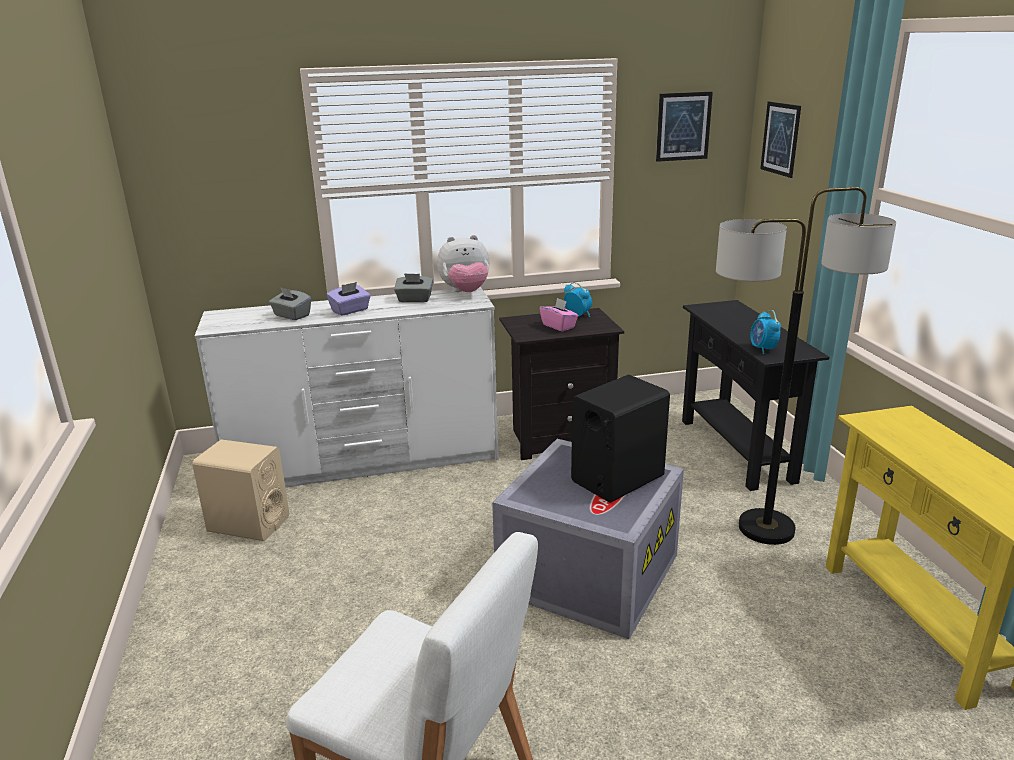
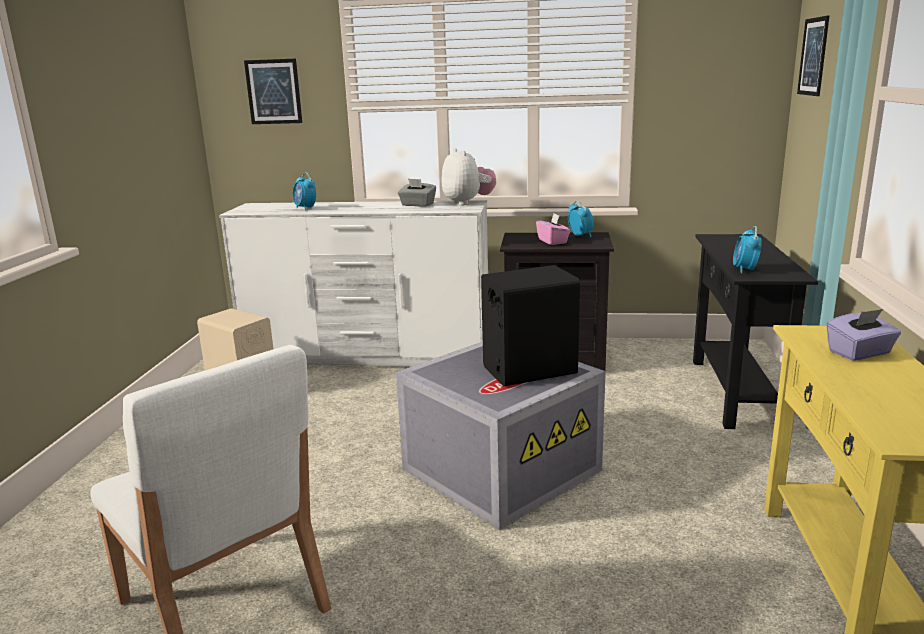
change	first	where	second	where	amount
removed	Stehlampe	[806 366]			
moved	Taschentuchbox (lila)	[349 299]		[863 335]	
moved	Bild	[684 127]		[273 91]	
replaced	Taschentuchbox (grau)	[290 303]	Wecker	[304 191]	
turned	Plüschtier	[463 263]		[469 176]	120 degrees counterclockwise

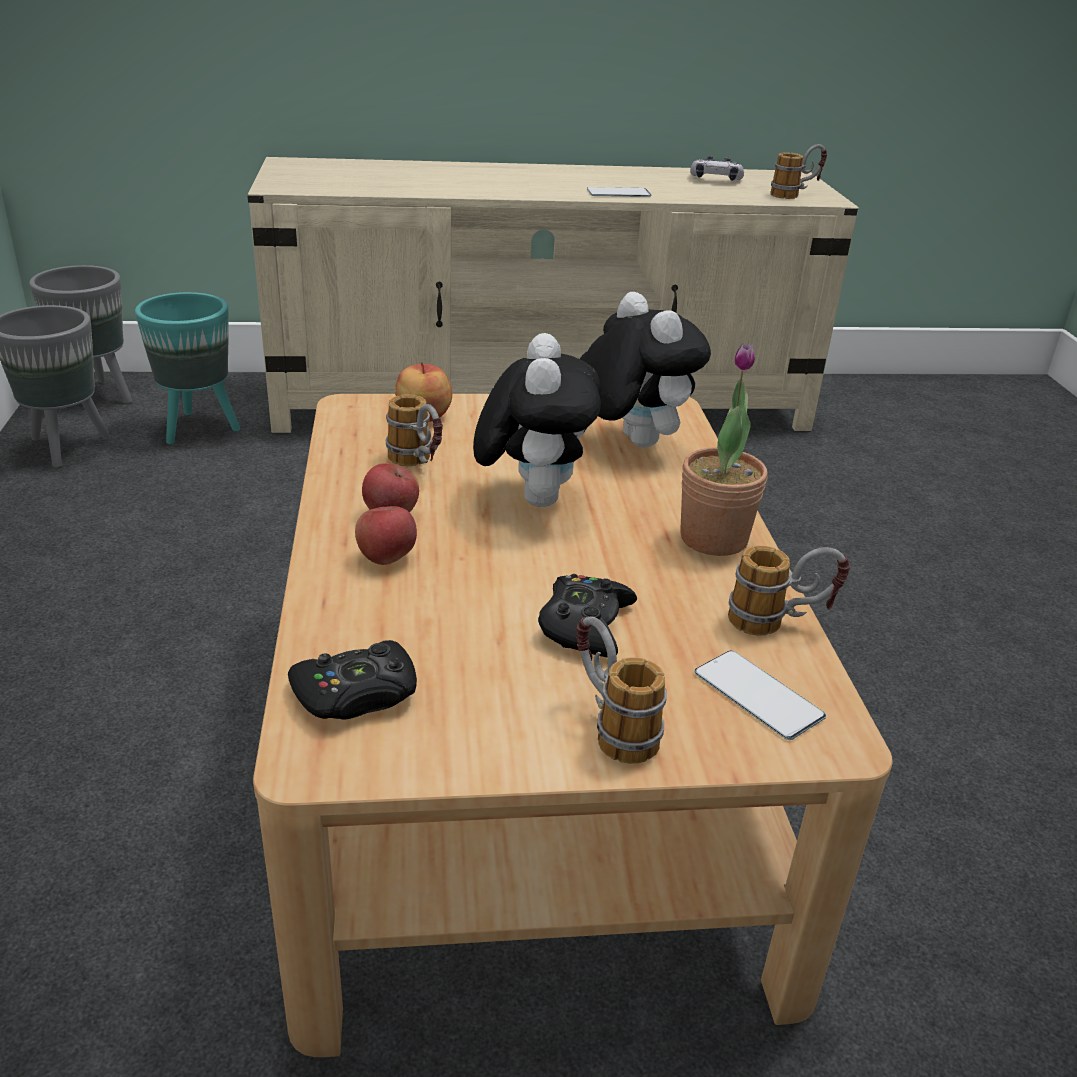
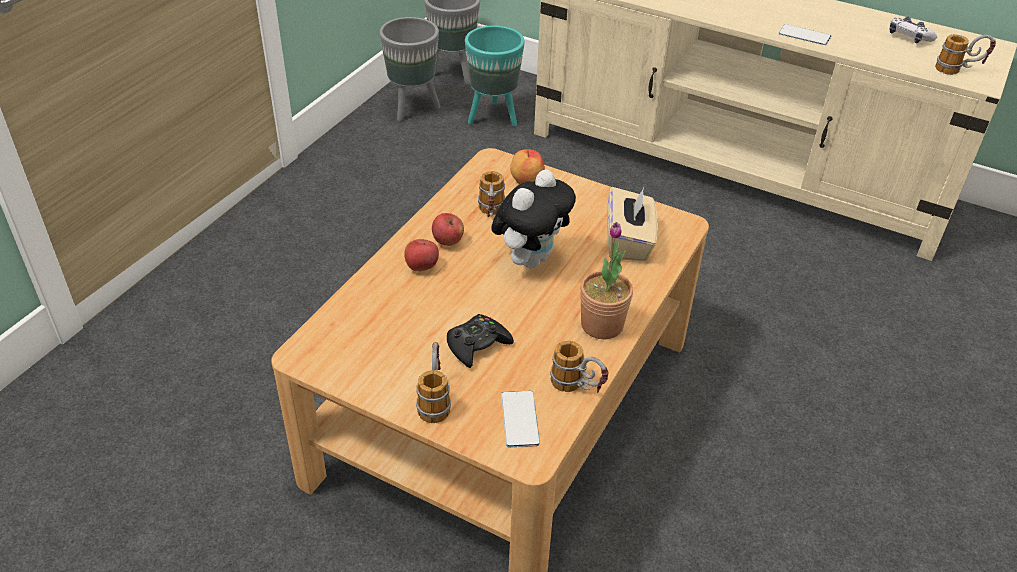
change	first	where	second	where	amount
removed	Gamepad (schwarz)	[352 679]			
replaced	Plüschtier	[645 369]	Taschentuchbox (beige)	[632 224]	

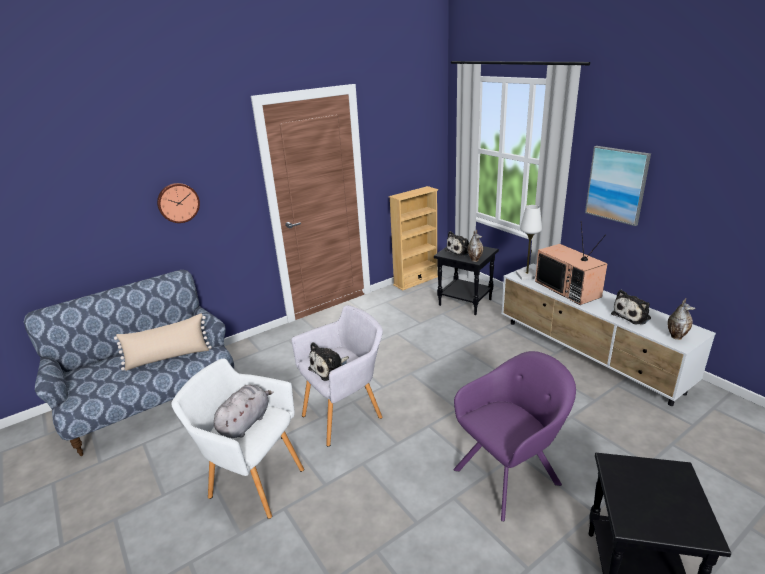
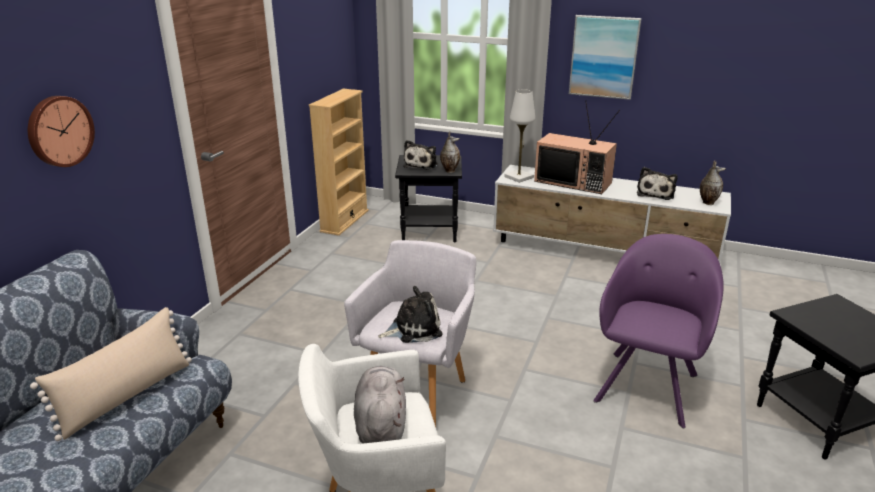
change	first	where	second	where	amount
turned	Plüschtier	[328 361]		[410 314]	120 degrees counterclockwise

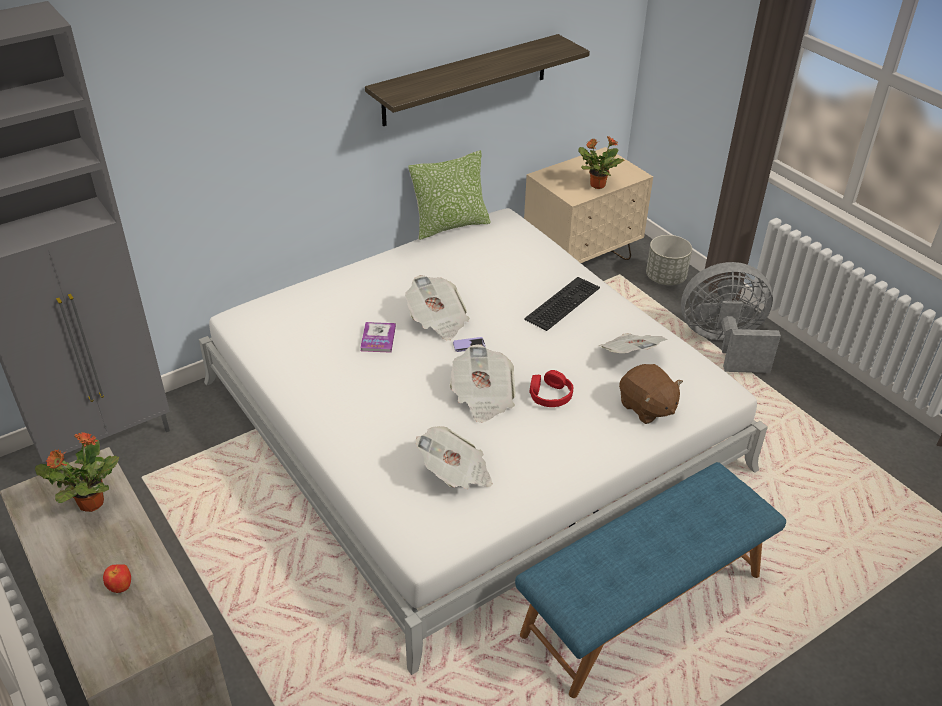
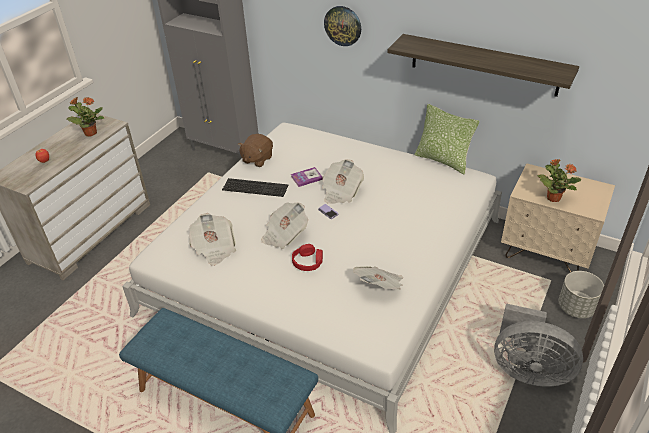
change	first	where	second	where	amount
added			Wanduhr	[342 26]	
moved	Tastatur	[562 304]		[255 187]	
moved	Plüschtier (braun)	[651 394]		[255 150]	
turned	Ventilator (grau)	[731 317]		[538 345]	135 degrees clockwise

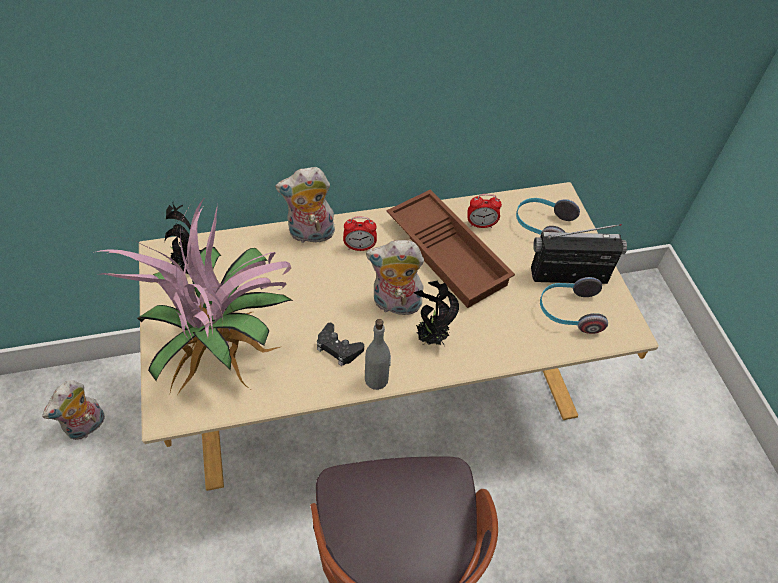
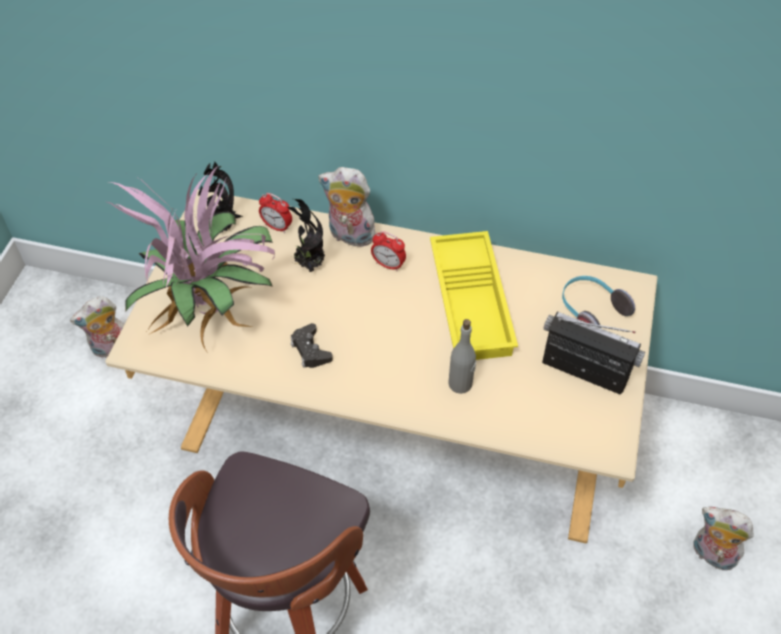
change	first	where	second	where	amount
removed	Kopfhörer	[574 305]			
moved	Flasche (grau)	[378 354]		[462 356]	
moved	Plüschtier	[395 279]		[723 538]	
moved	Topfpflanze	[436 313]		[306 235]	
moved	Wecker	[484 211]		[275 213]	
recoloured	Tablett (braun)	[451 249]	Tablett (gelb)	[474 295]	

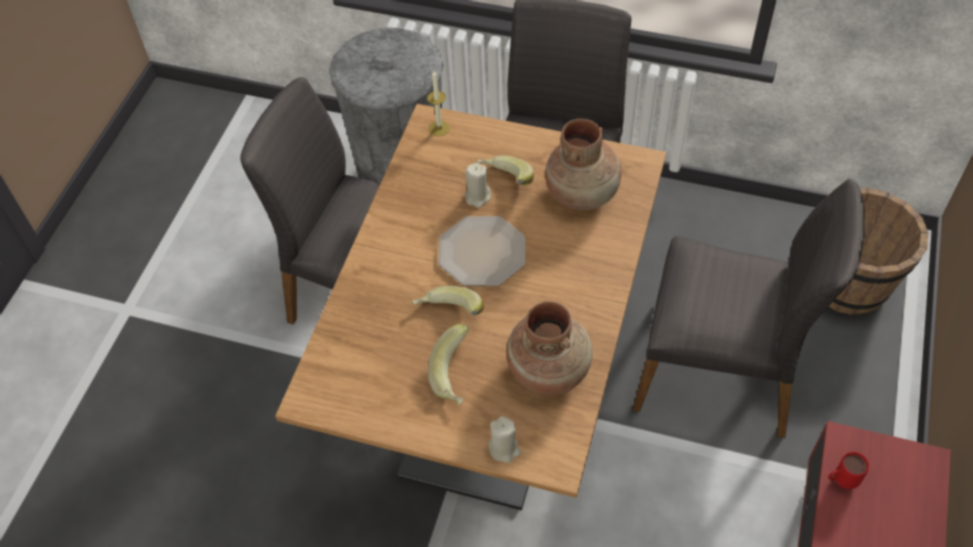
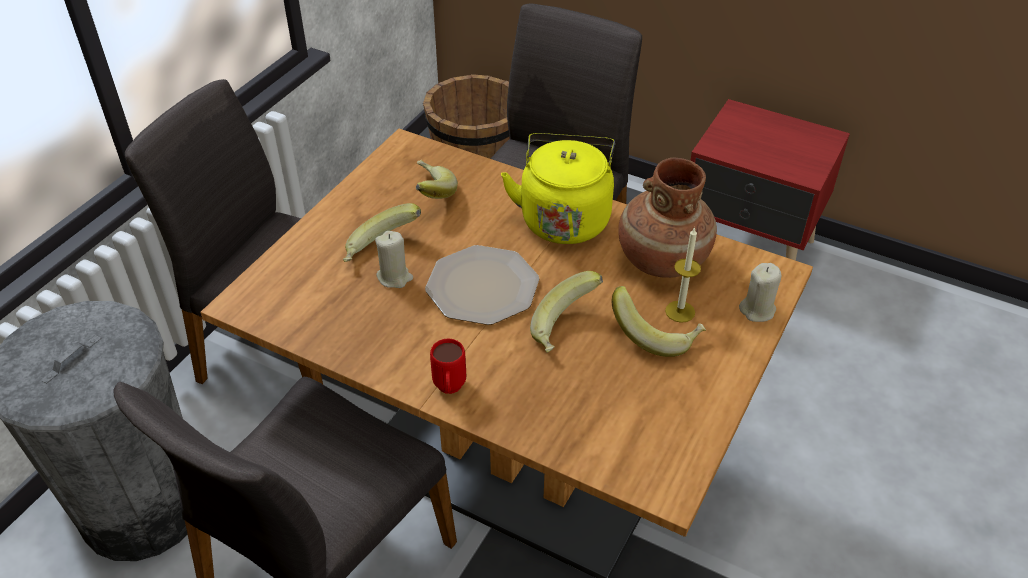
change	first	where	second	where	amount
added			Wasserkessel (gelb)	[558 188]	
moved	Kerze	[438 103]		[683 275]	
moved	Henkelbecher (rot)	[848 470]		[448 366]	
replaced	Vase (braun)	[583 165]	Banane	[437 179]	

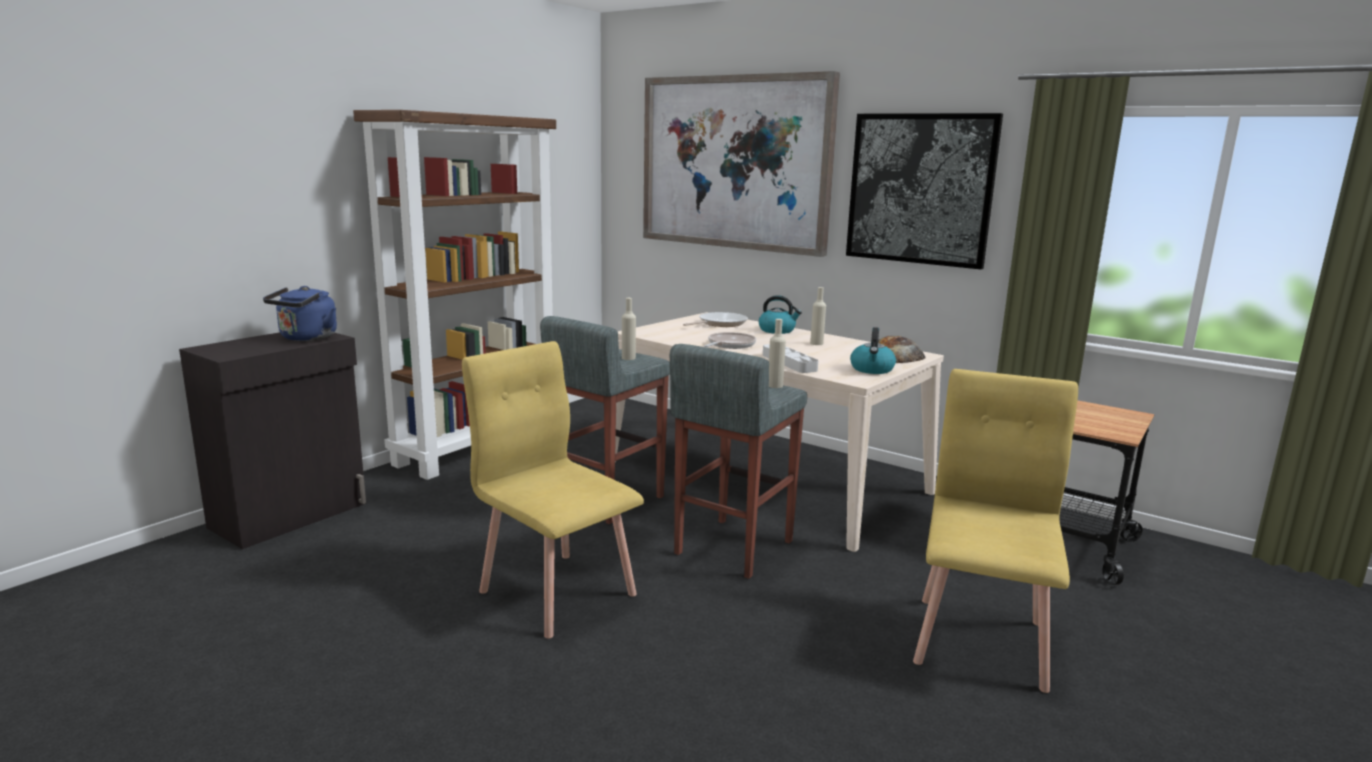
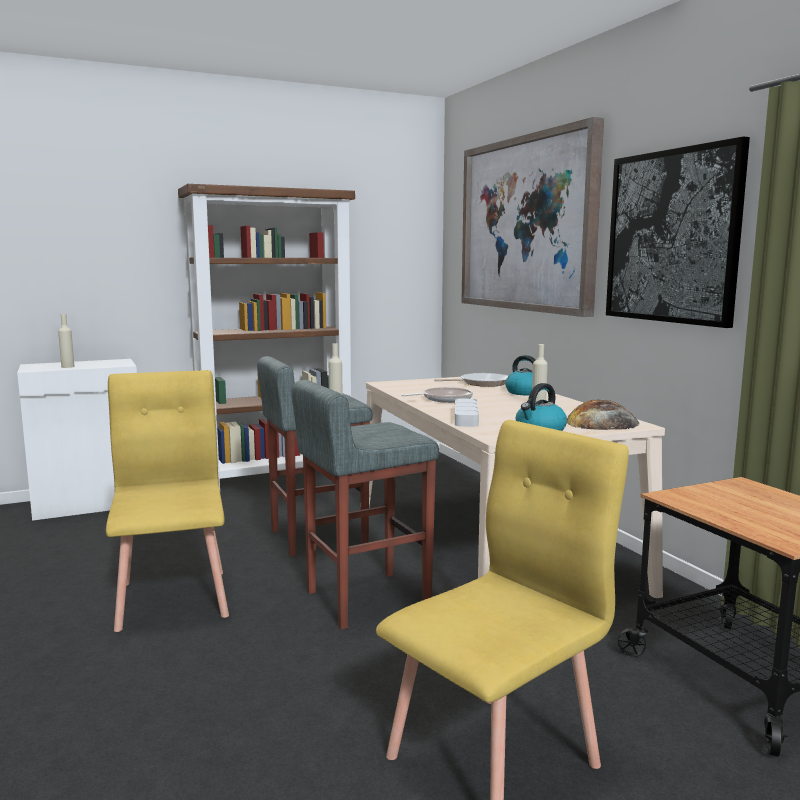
change	first	where	second	where	amount
removed	Wasserkessel (blau)	[300 313]			
moved	Flasche (beige)	[777 353]		[66 341]	
recoloured	Schrank (schwarz)	[272 440]	Schrank (weiß)	[77 440]	

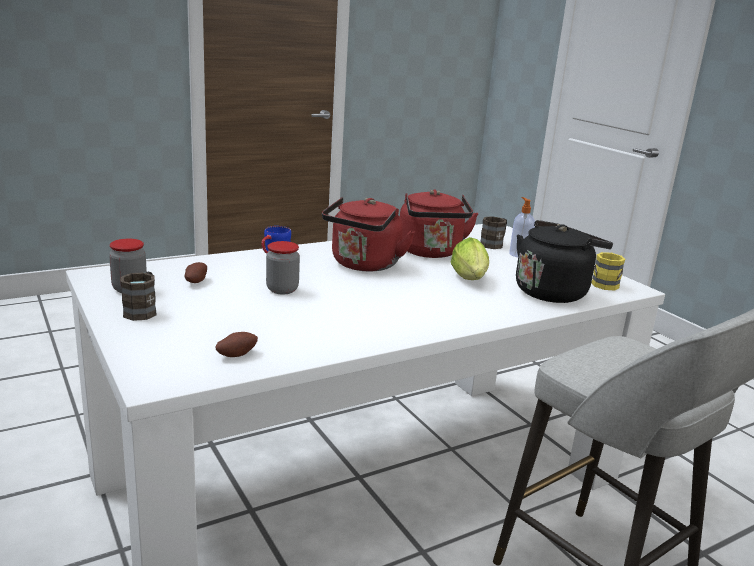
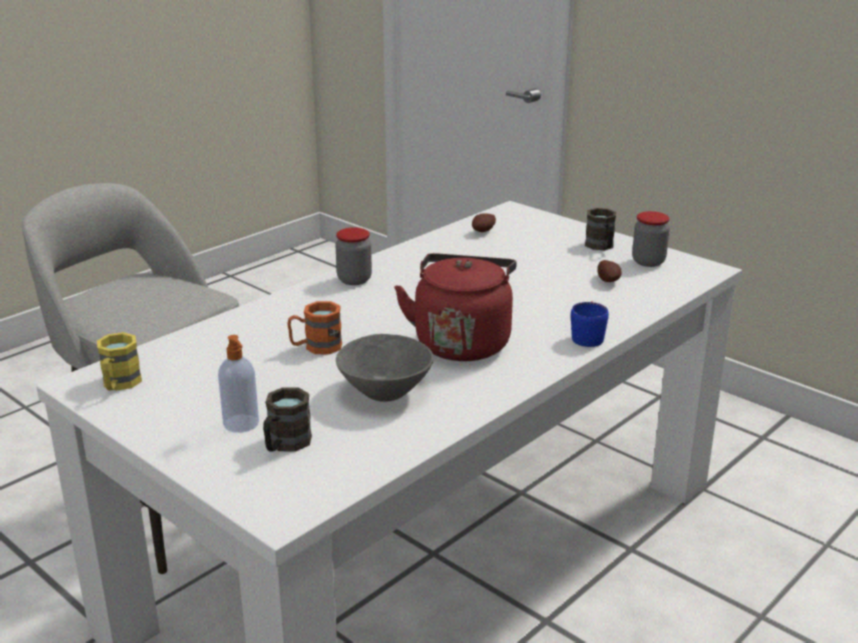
change	first	where	second	where	amount
removed	Wasserkessel (schwarz)	[564 261]			
moved	Vorratsglas	[283 267]		[353 256]	
replaced	Wasserkessel (rot)	[439 223]	Schüssel (grau)	[385 368]	
replaced	Salatkopf	[470 258]	Henkelbecher (orange)	[314 327]	

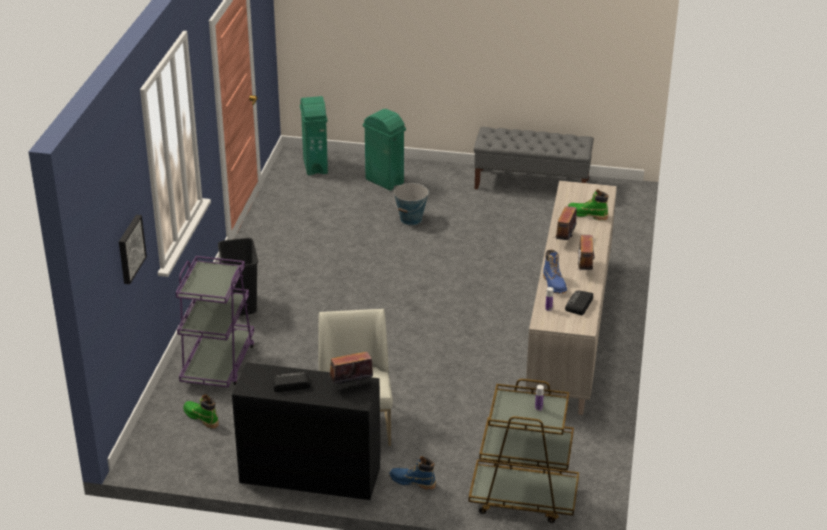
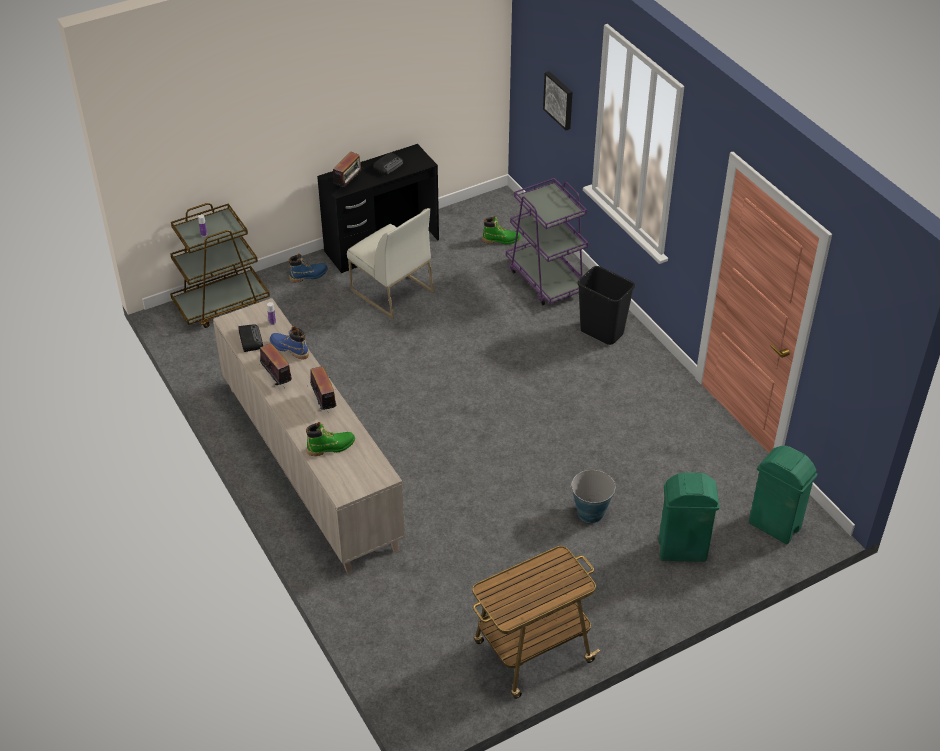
change	first	where	second	where	amount
replaced	Bank (grau)	[534 158]	Rollwagen	[536 622]	

